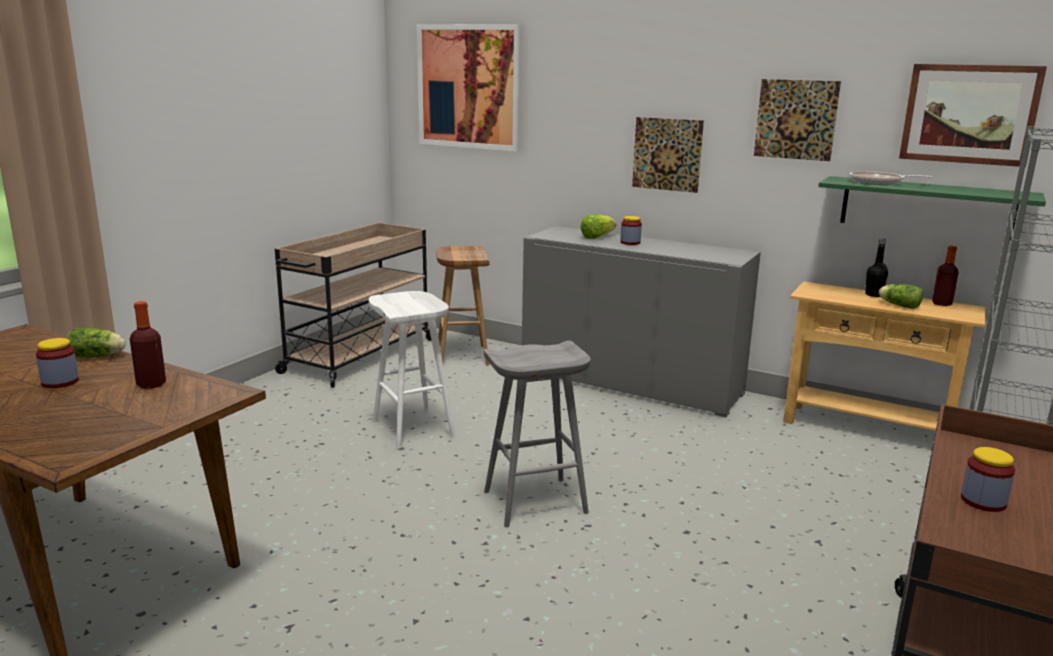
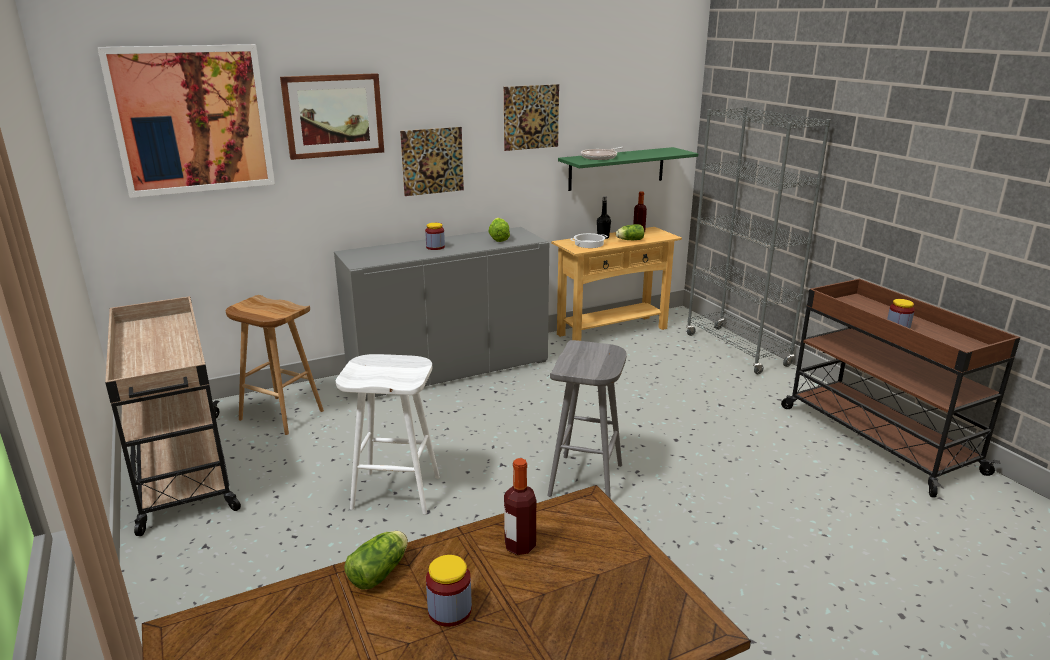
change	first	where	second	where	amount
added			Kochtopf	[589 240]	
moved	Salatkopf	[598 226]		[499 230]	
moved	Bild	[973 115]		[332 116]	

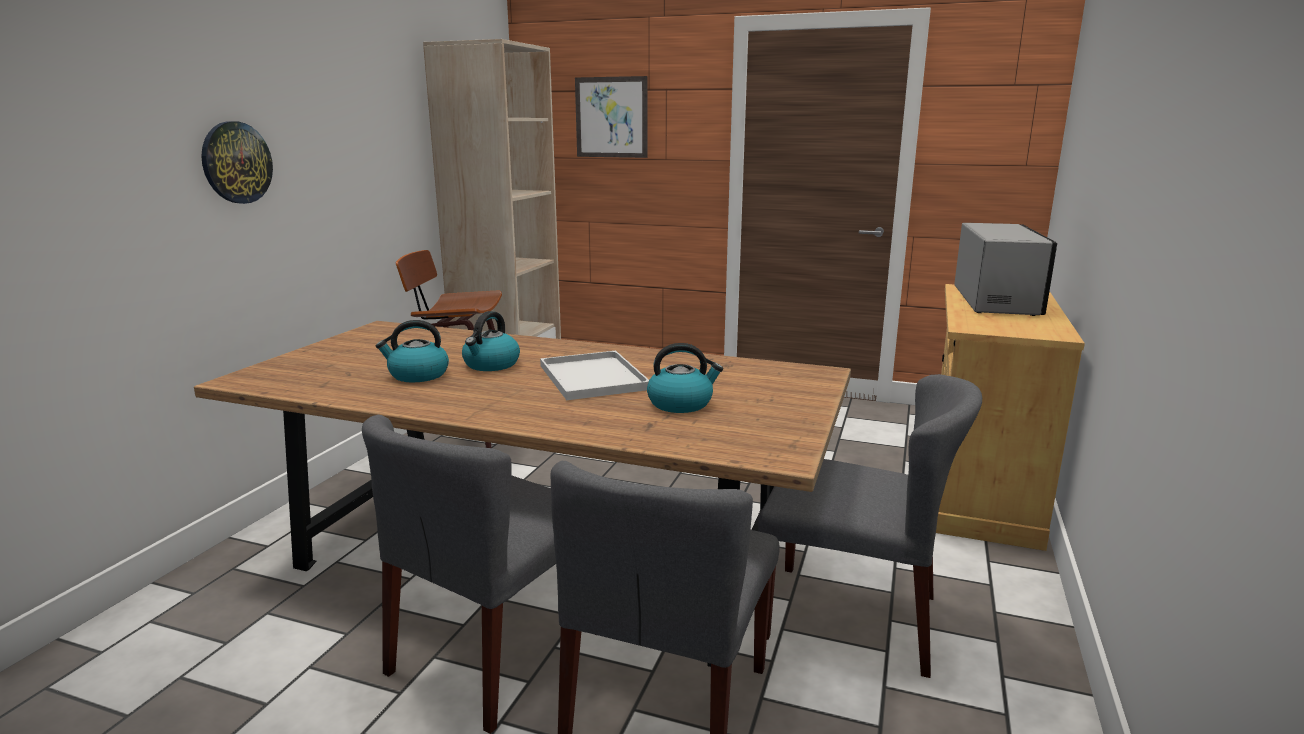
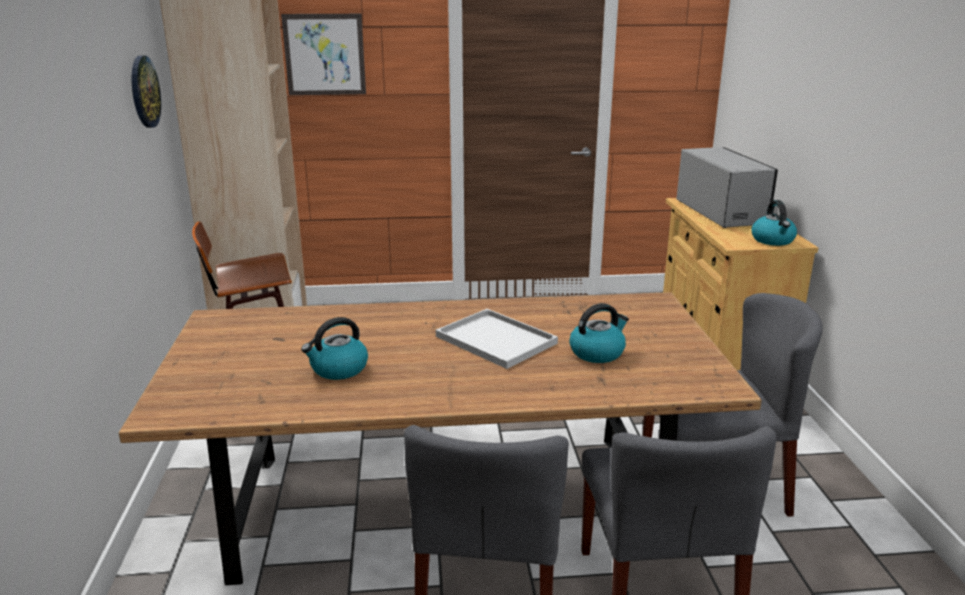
change	first	where	second	where	amount
moved	Wanduhr	[237 162]		[146 92]	
moved	Wasserkessel	[491 341]		[774 223]	

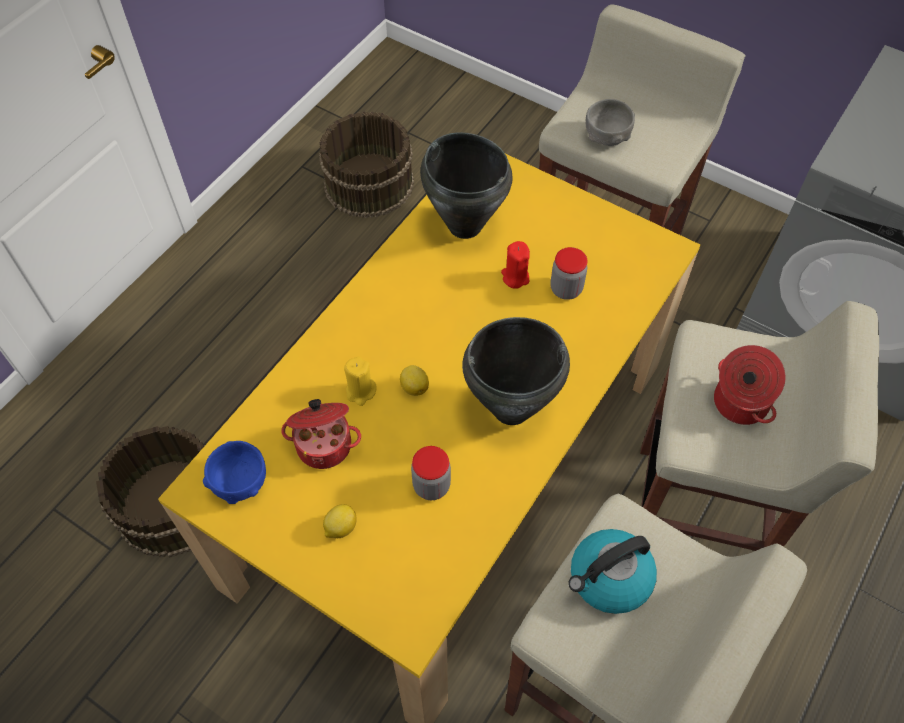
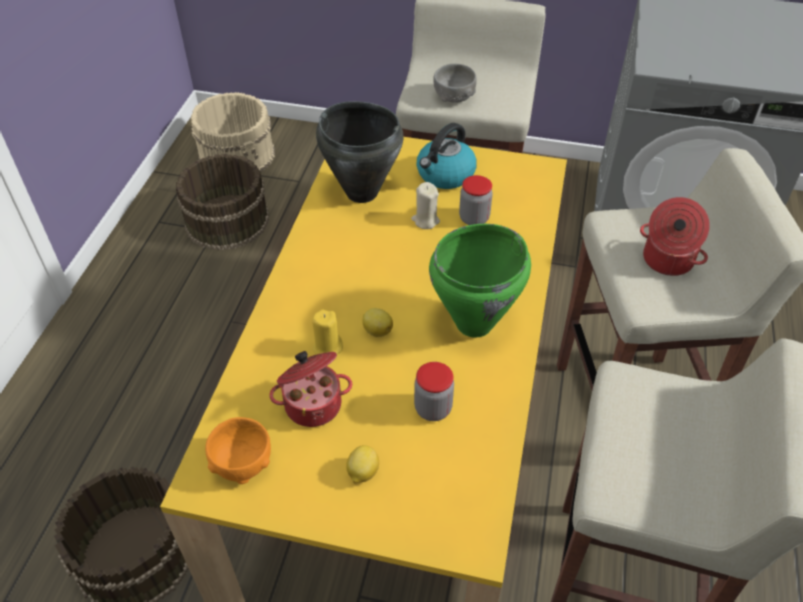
change	first	where	second	where	amount
added			Eimer (beige)	[233 132]	
moved	Wasserkessel	[612 571]		[446 156]	
recoloured	Schüssel (blau)	[234 472]	Schüssel (orange)	[238 450]	
recoloured	Kochtopf (schwarz)	[516 371]	Kochtopf (grün)	[480 281]	
recoloured	Kerze (rot)	[515 265]	Kerze (beige)	[425 205]	

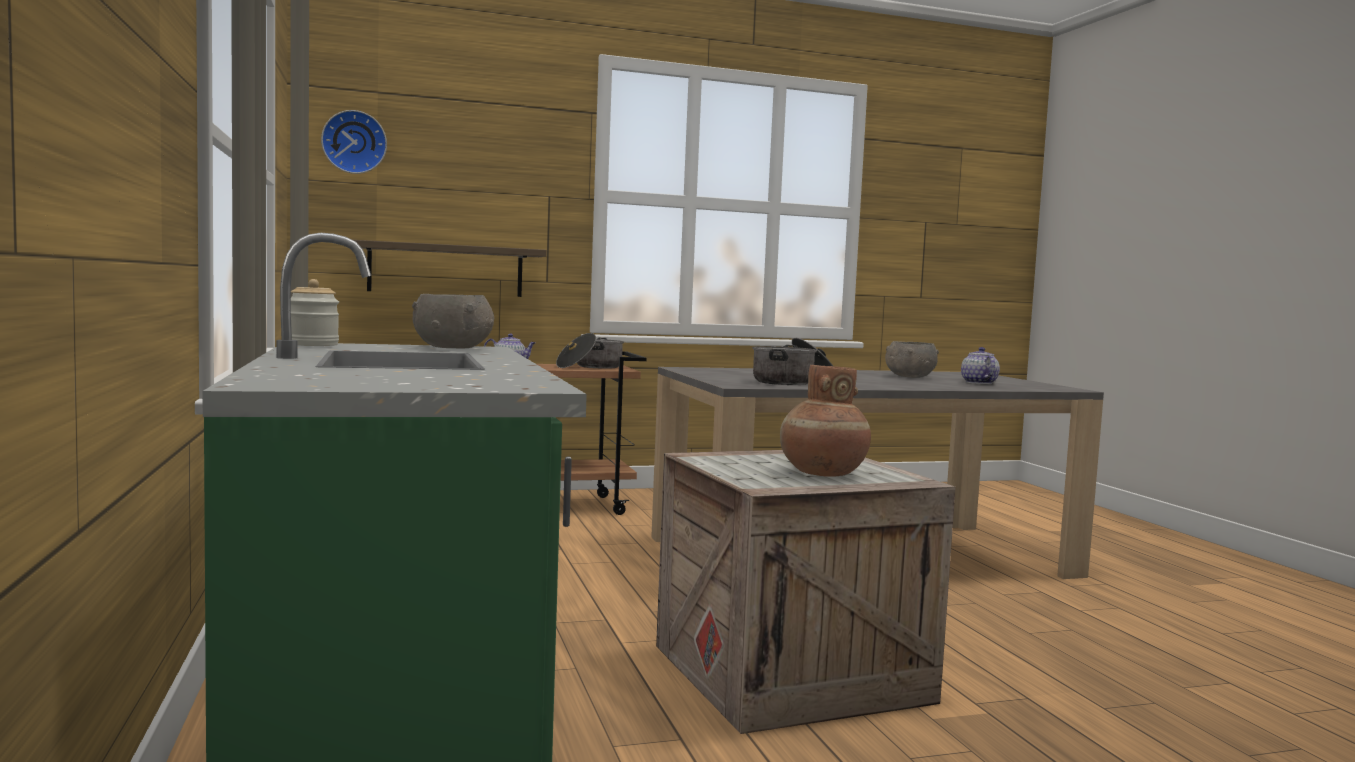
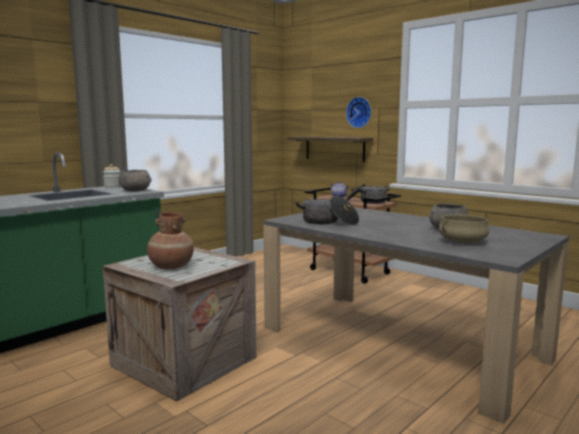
change	first	where	second	where	amount
moved	Wanduhr	[354 142]		[358 112]	
replaced	Teekanne	[980 365]	Kochtopf (beige)	[464 228]	

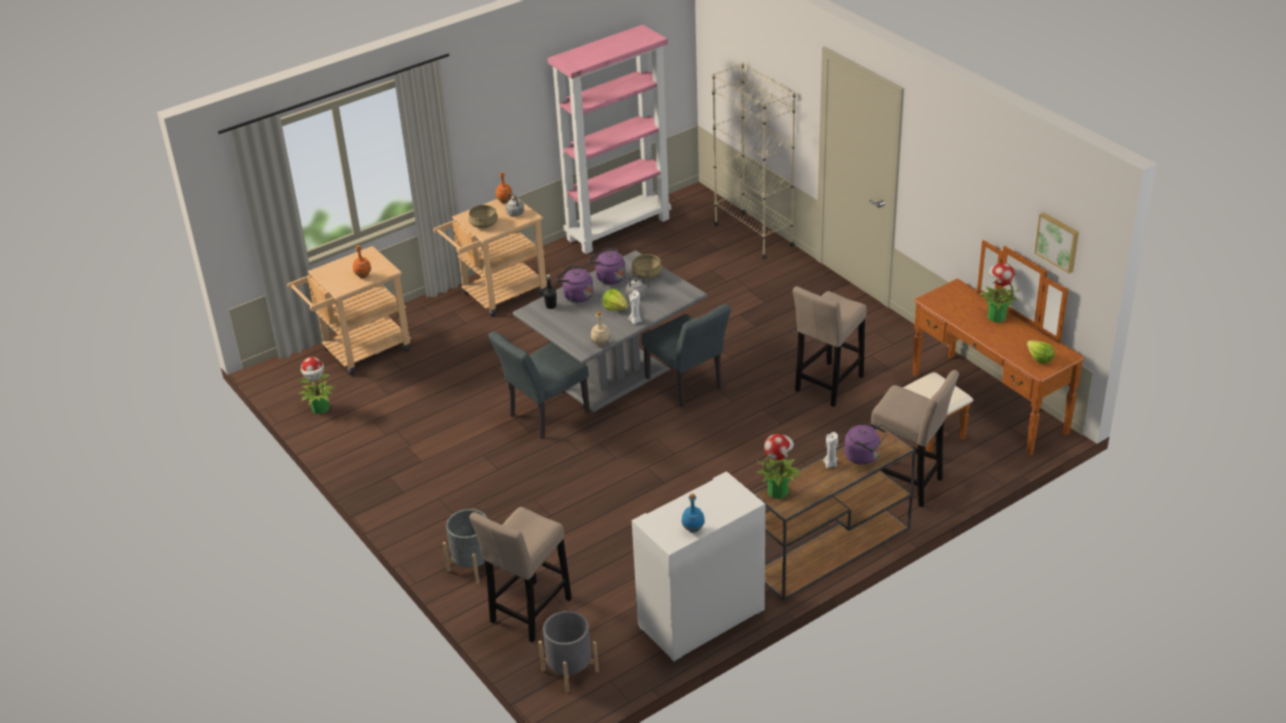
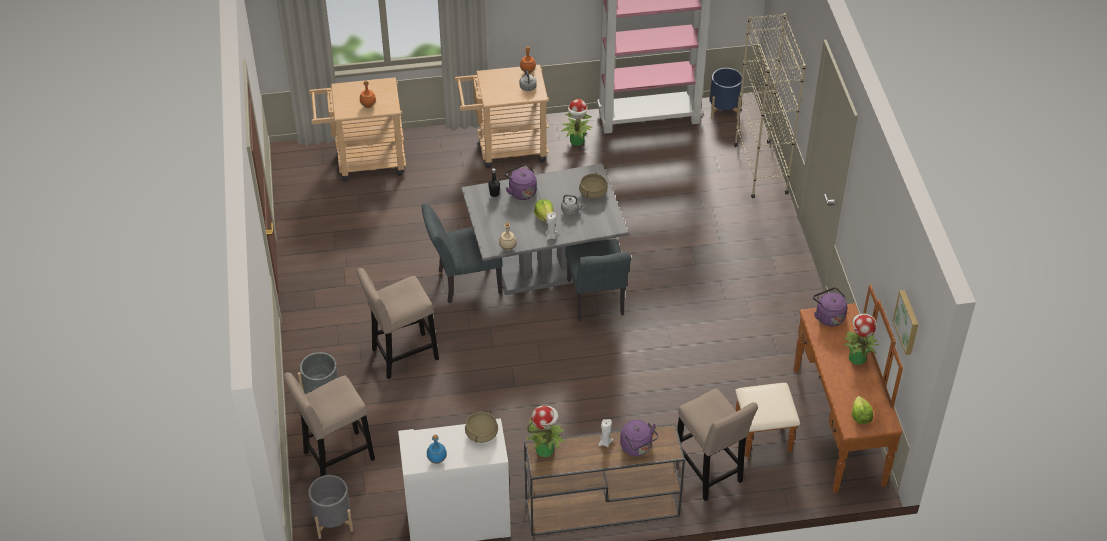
change	first	where	second	where	amount
added			Pflanzkübel (blau)	[725 93]	
moved	Topfpflanze	[316 385]		[577 122]	
moved	Kochtopf (beige)	[483 216]		[481 427]	
moved	Wasserkessel (lila)	[607 266]		[830 306]	
moved	Hocker (beige)	[830 346]		[397 323]	

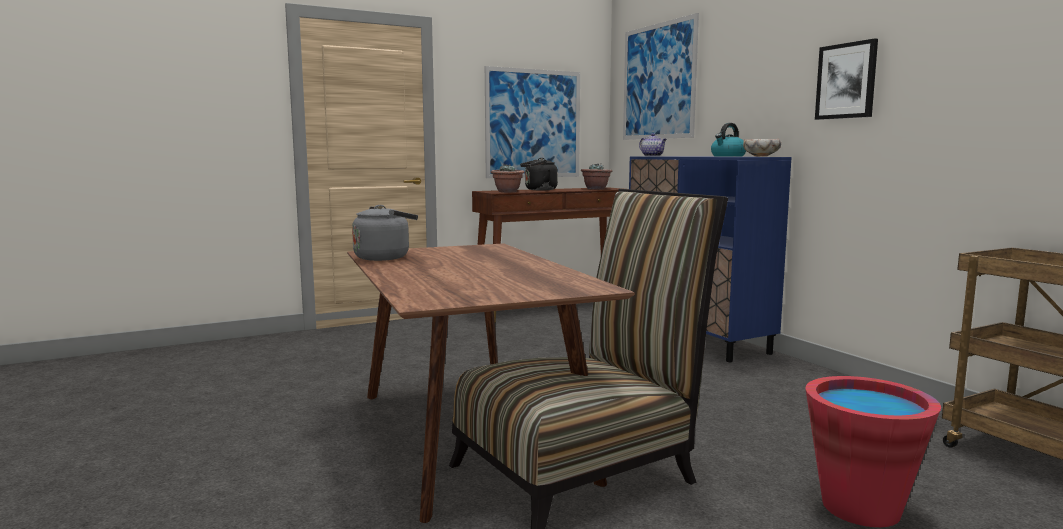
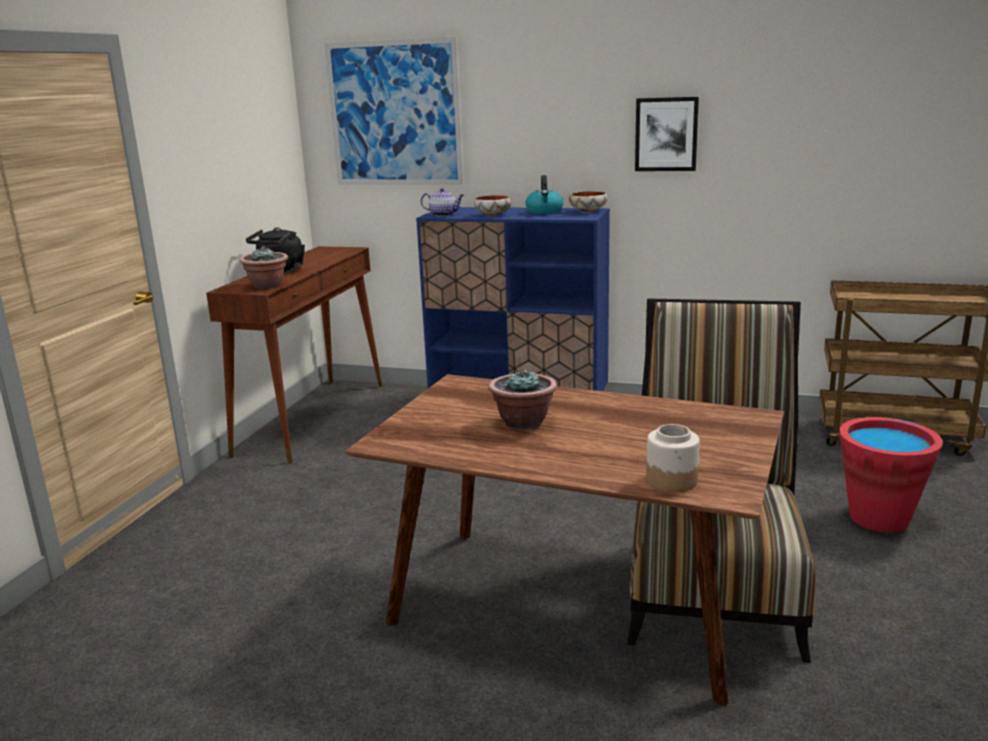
change	first	where	second	where	amount
removed	Wasserkessel (grau)	[385 233]			
removed	Bild	[532 122]			
added			Schüssel	[492 205]	
added			Vorratsglas	[673 458]	
moved	Topfpflanze	[596 177]		[522 399]	

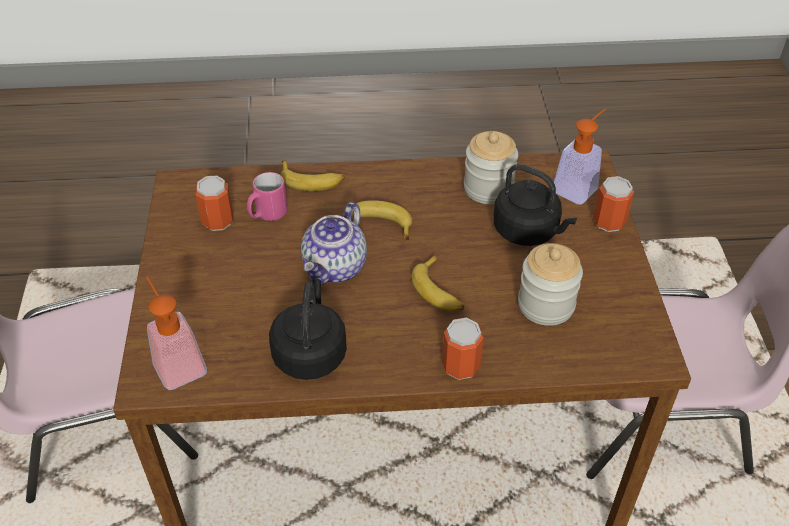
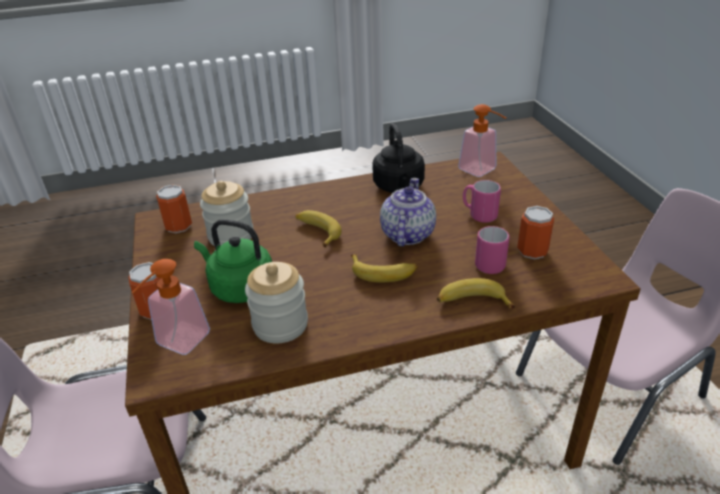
change	first	where	second	where	amount
added			Henkelbecher (rosa)	[482 201]	
moved	Dose	[463 349]		[174 209]	
recoloured	Wasserkessel (schwarz)	[535 205]	Wasserkessel (grün)	[233 261]	

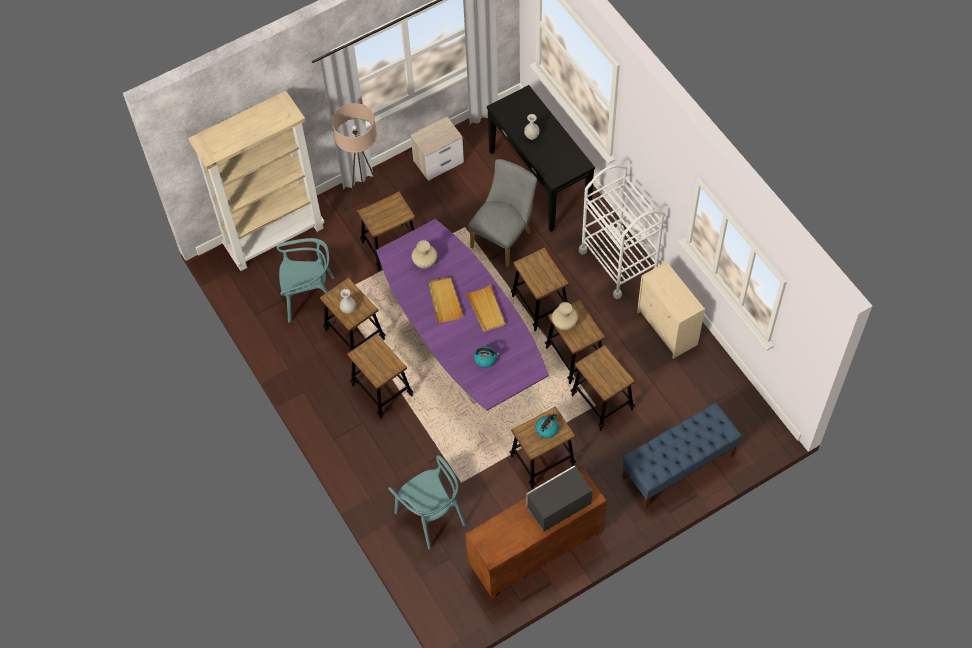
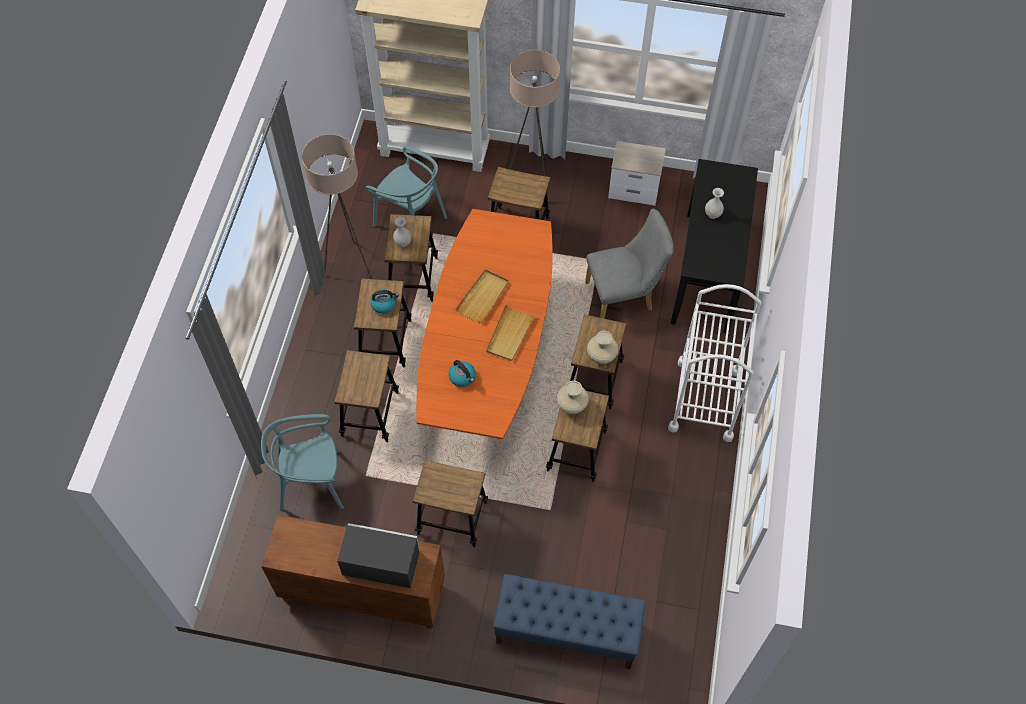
change	first	where	second	where	amount
removed	Kommode (beige)	[671 310]			
added			Stehlampe (beige)	[337 206]	
moved	Vase (beige)	[424 254]		[602 347]	
moved	Wasserkessel	[547 425]		[384 302]	
moved	Hocker	[603 388]		[367 396]	
recoloured	Esstisch (lila)	[462 315]	Esstisch (orange)	[484 324]	
turned	Stuhl (türkis)	[427 502]		[302 462]	75 degrees clockwise

